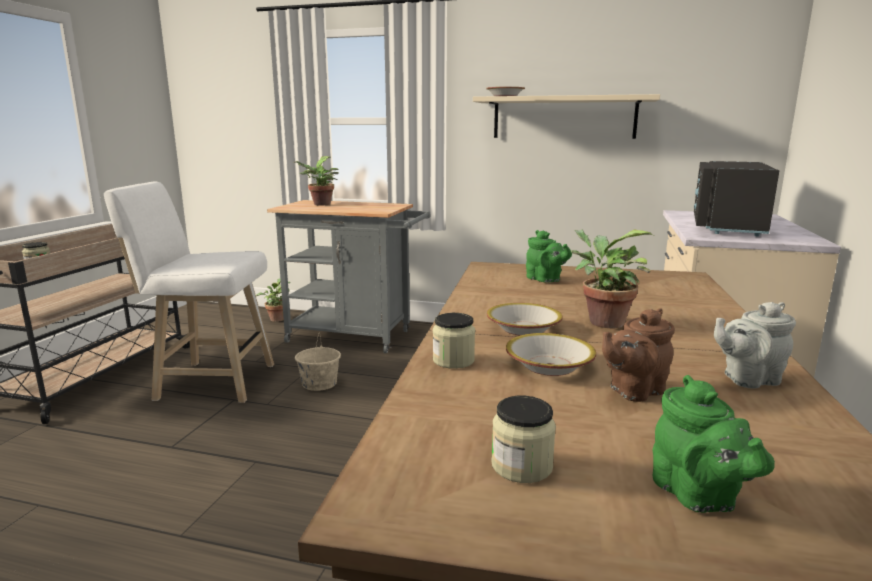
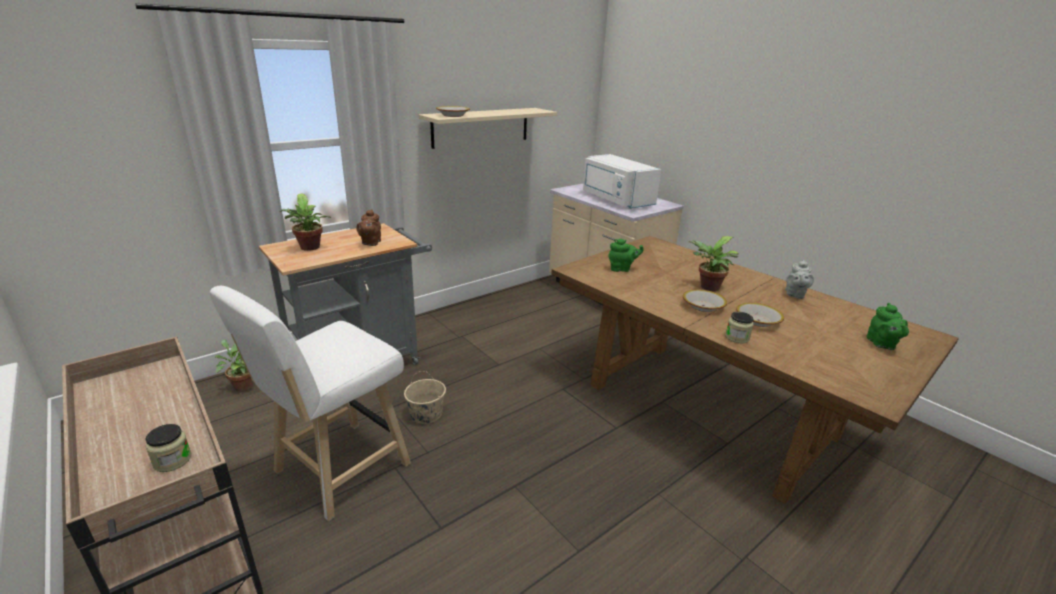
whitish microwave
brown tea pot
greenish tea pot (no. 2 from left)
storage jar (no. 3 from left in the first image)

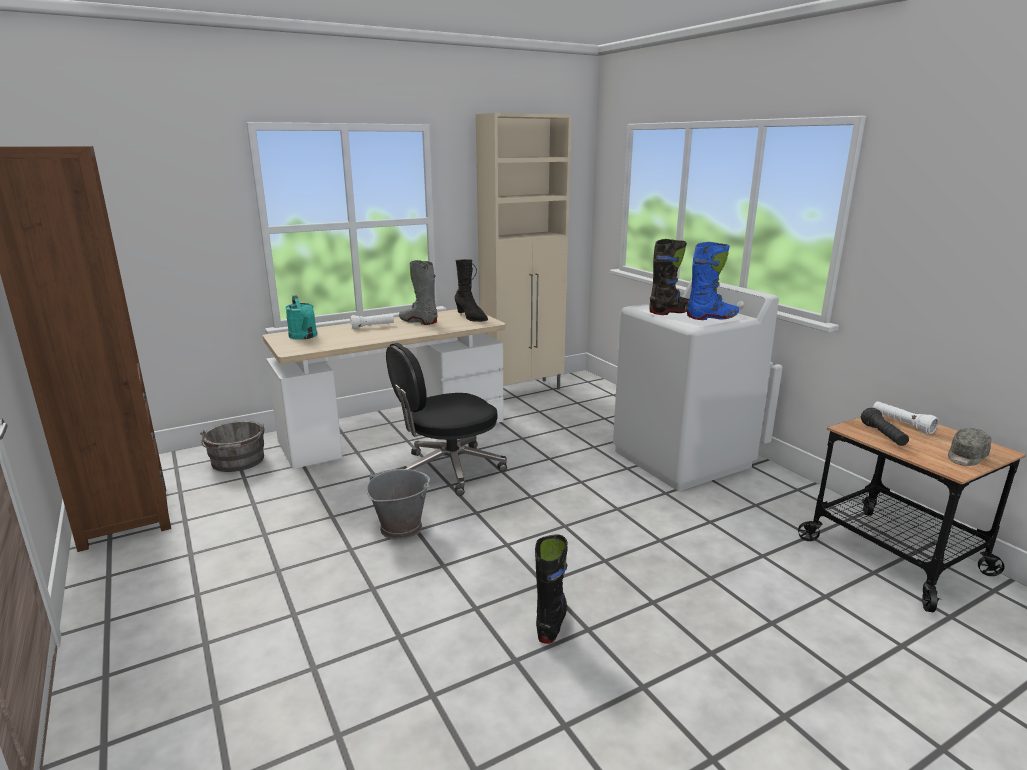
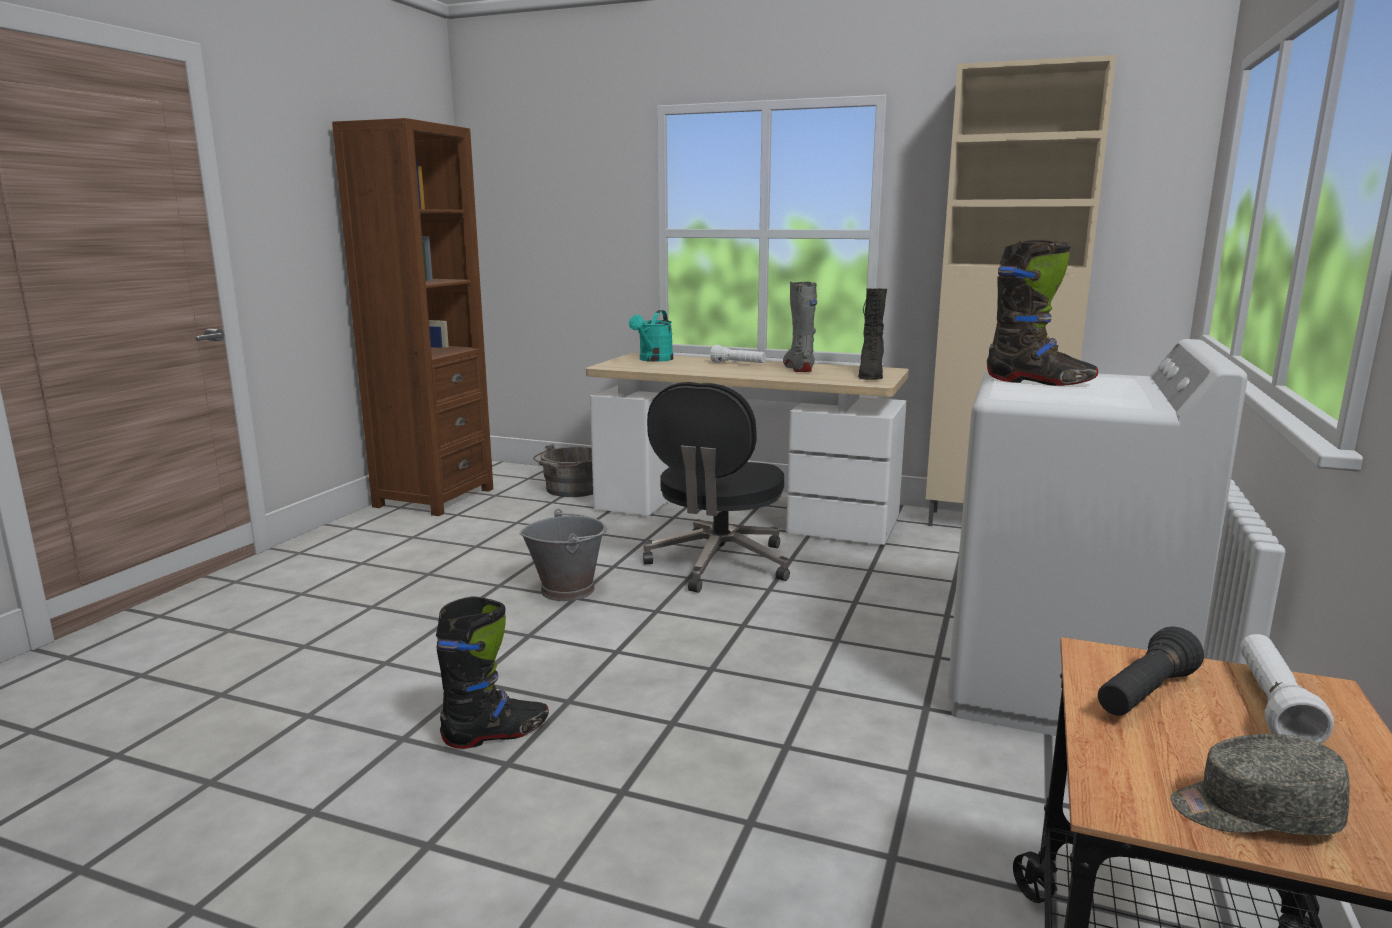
bluish boot
black-coloured computer chair

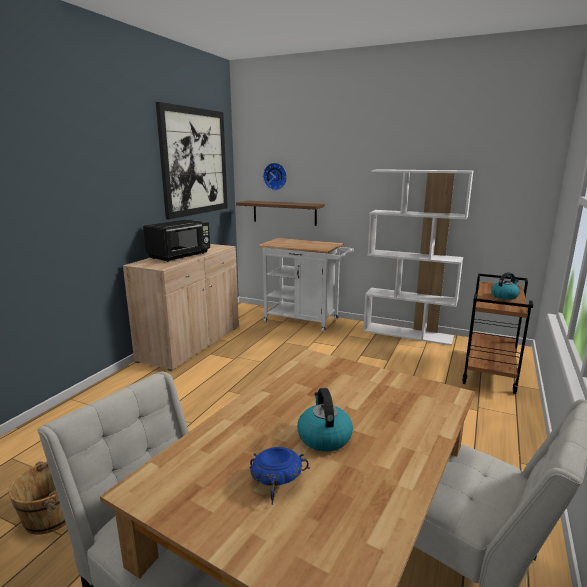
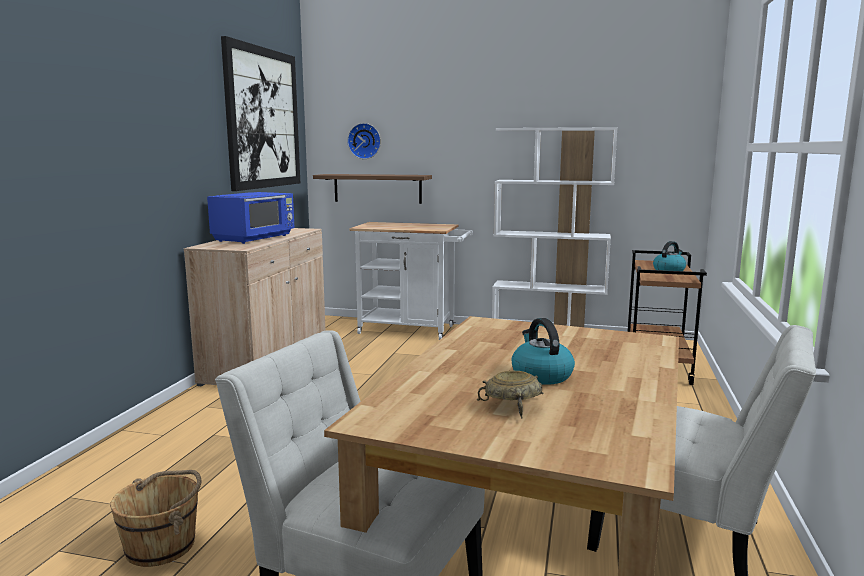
bluish microwave
sand-coloured serving bowl

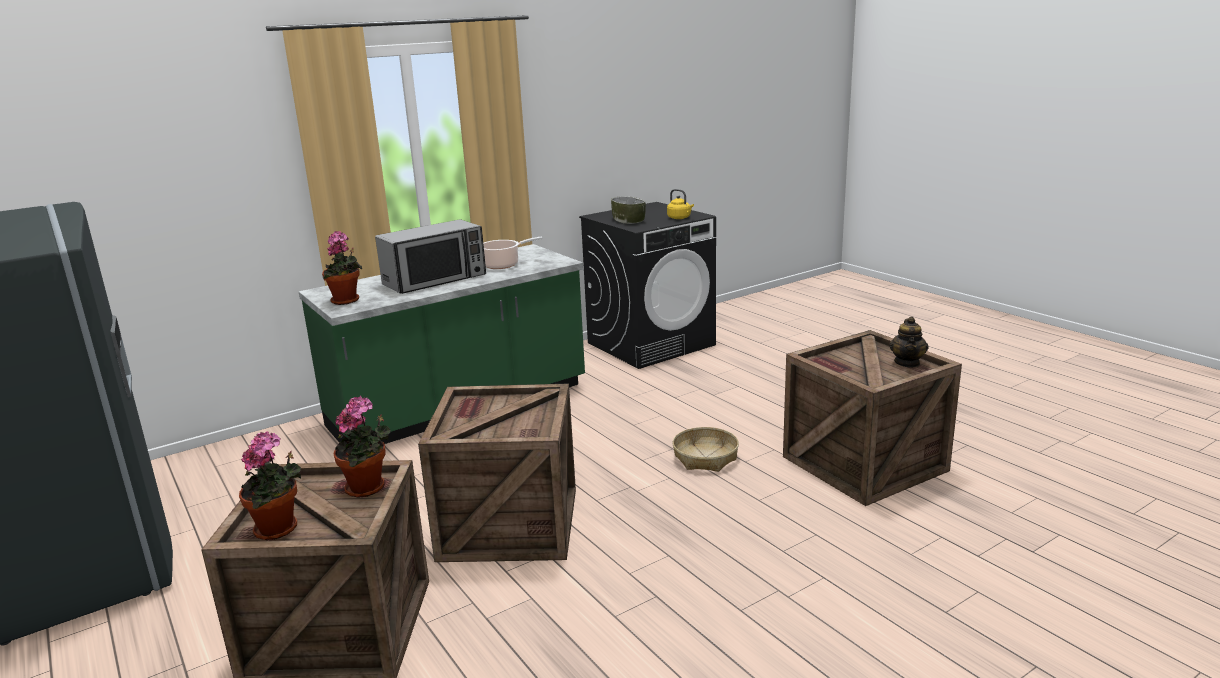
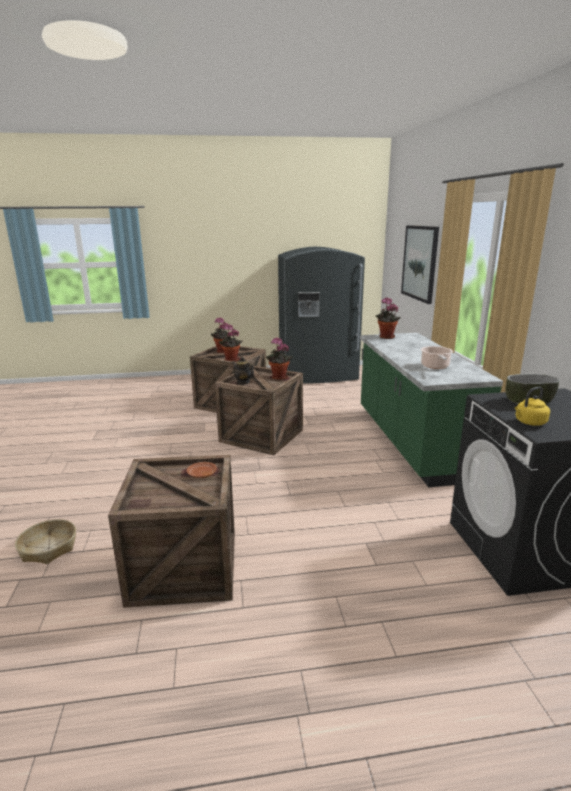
microwave
tea pot
basket
wall picture
houseplant (no. 3 from left)
brown flat dish

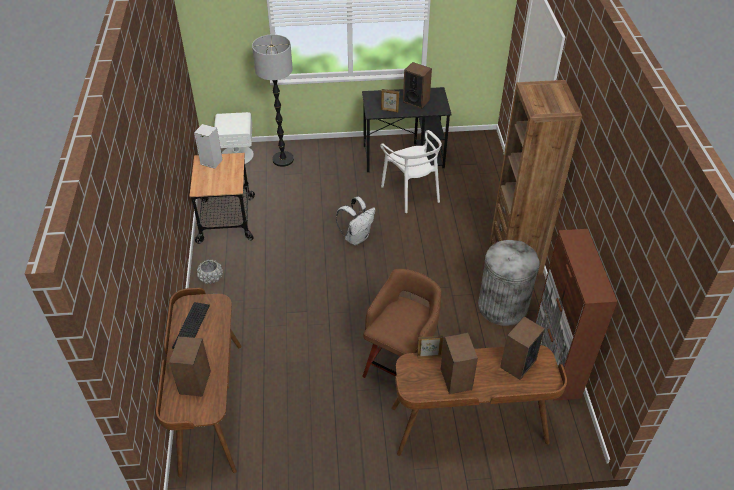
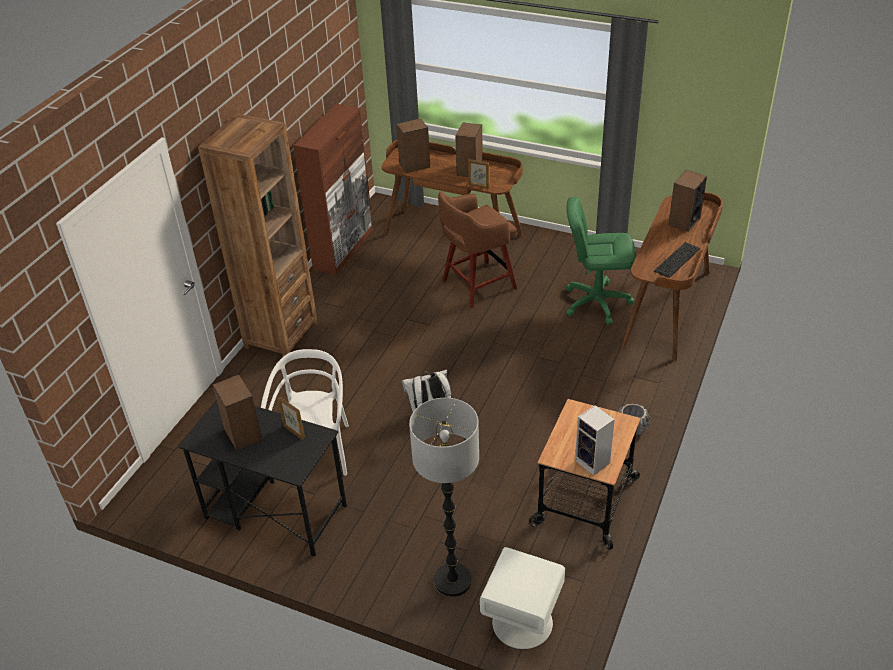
greyish waste bin
greenish computer chair

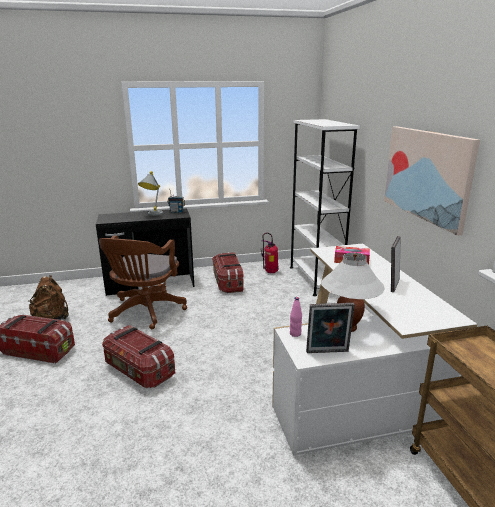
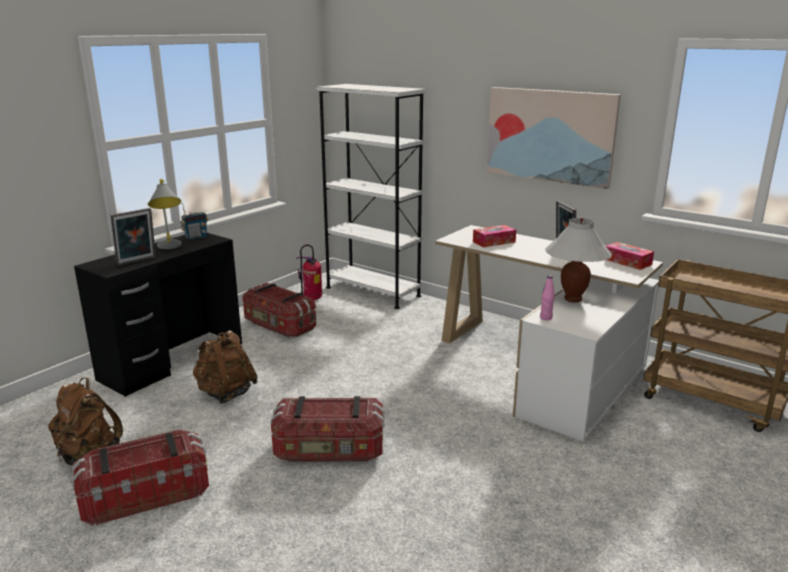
brown rucksack (no. 2 from left)
standing frame (no. 1 from left)
box of tissues (no. 2 from left)

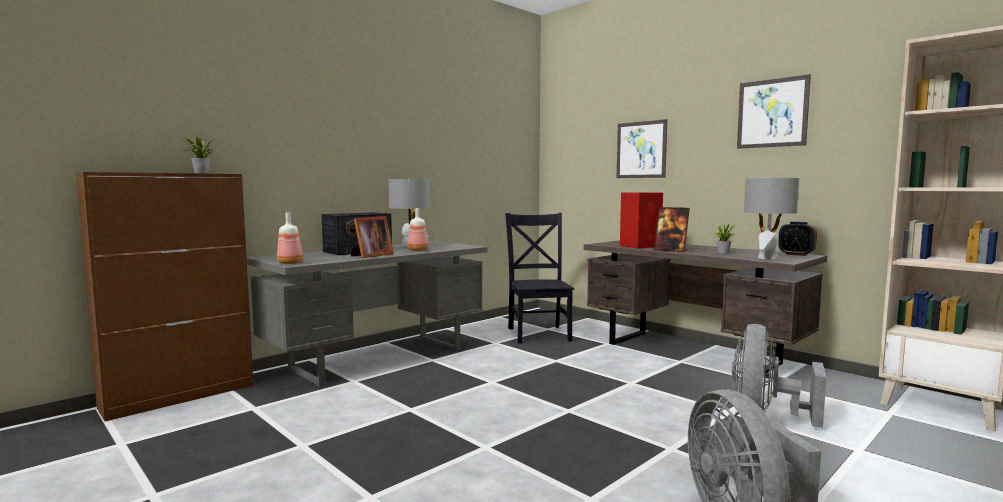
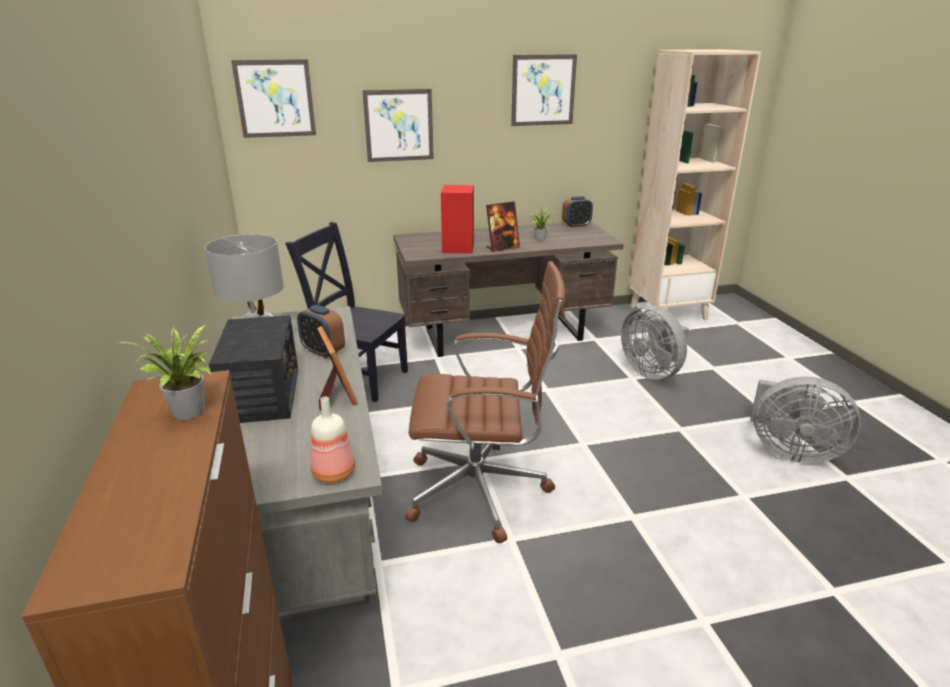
greyish tabletop lamp (no. 2 from left in the first image)
table clock (no. 1 from left)
wall picture (no. 1 from left)
brown computer chair

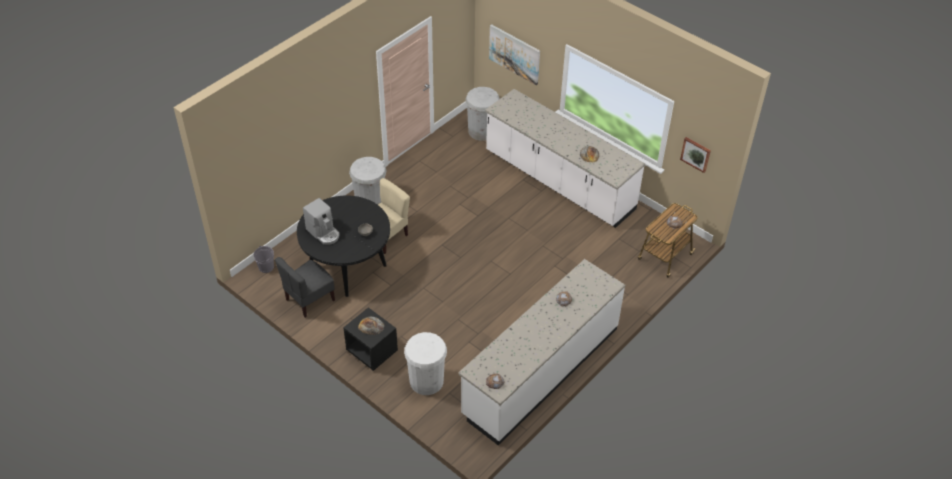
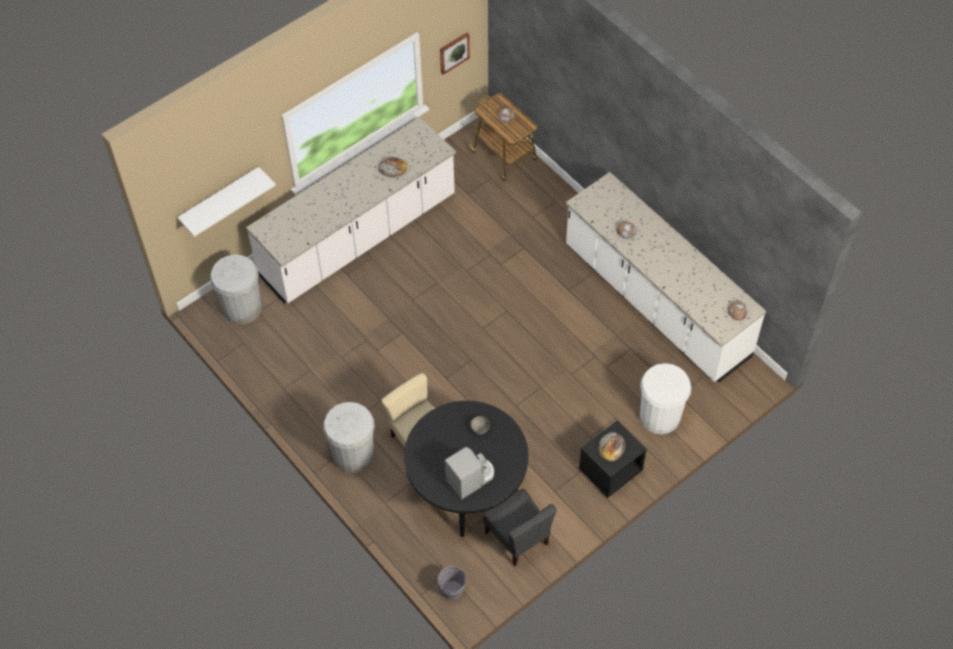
whitish shelf

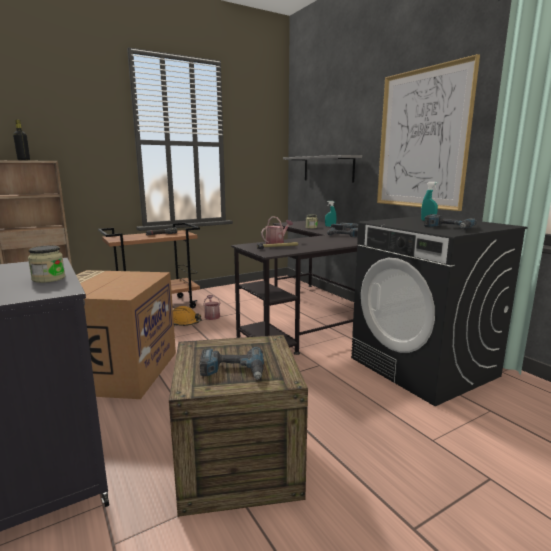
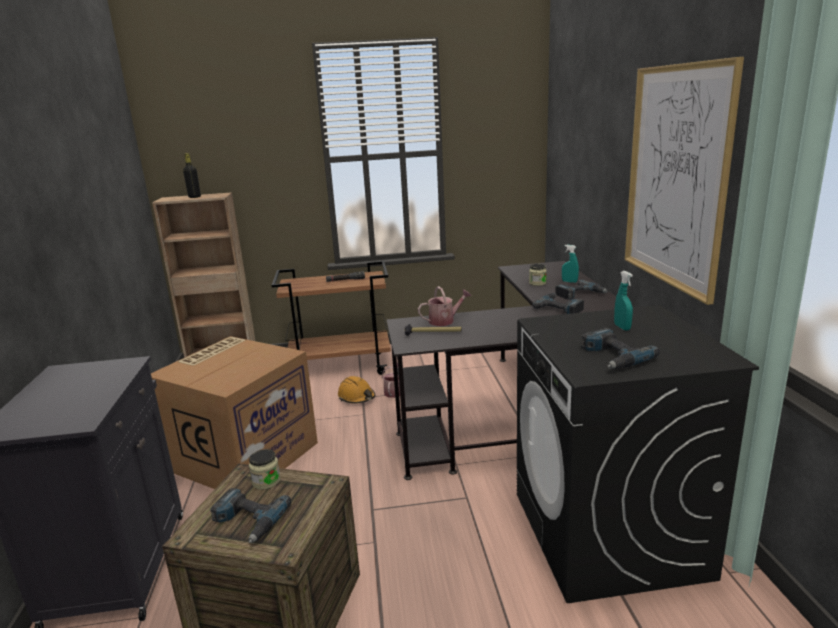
greyish shelf
storage jar (no. 1 from left)

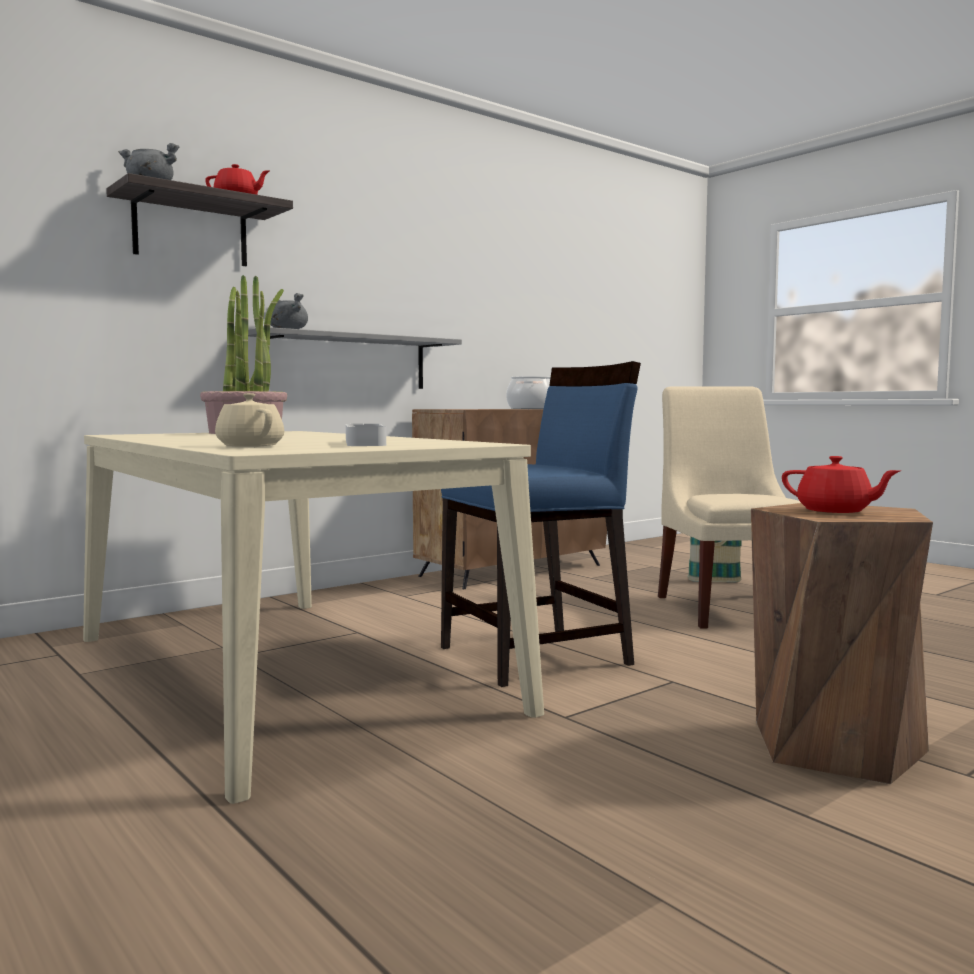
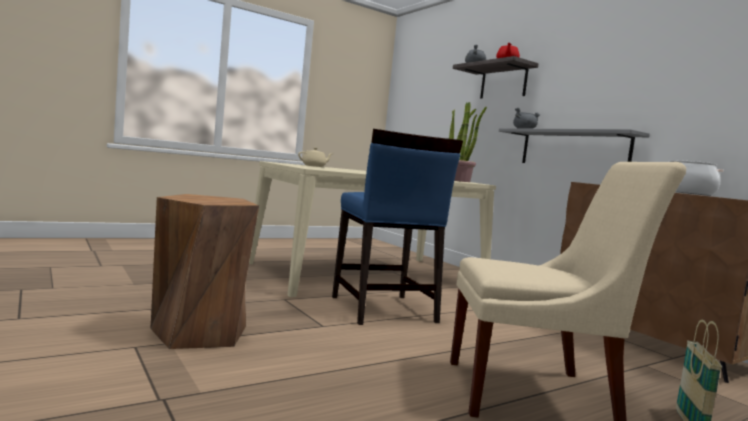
greyish serving tray
reddish tea pot (no. 2 from left in the first image)

